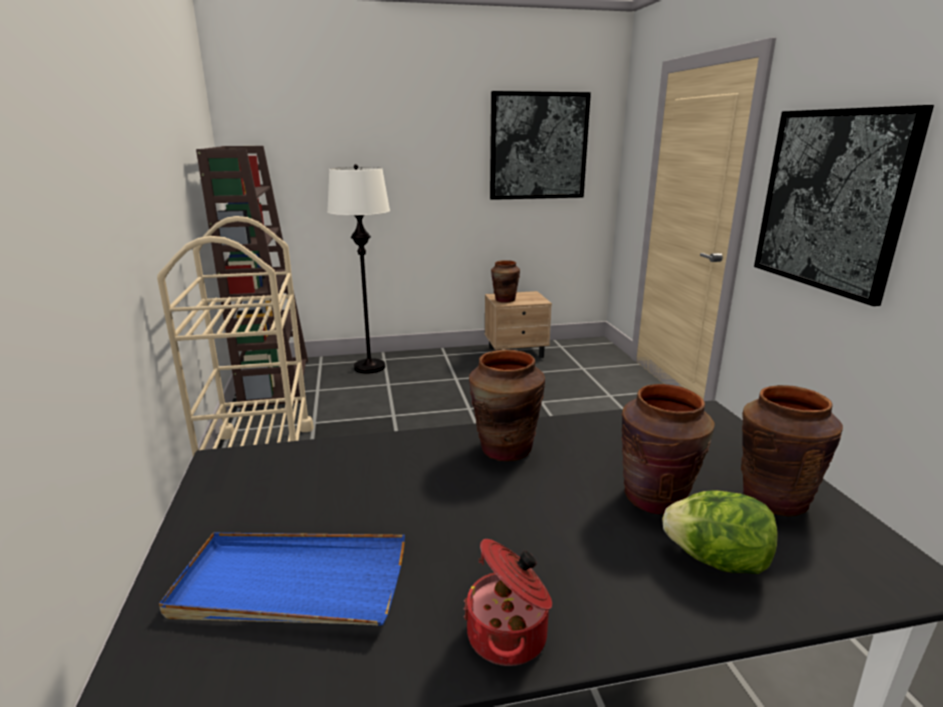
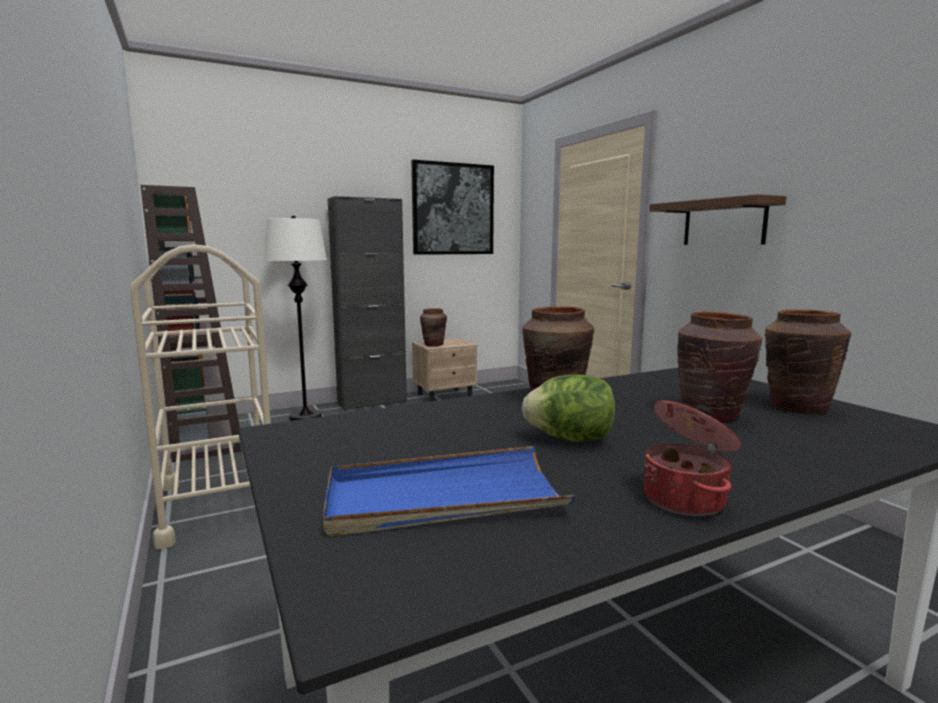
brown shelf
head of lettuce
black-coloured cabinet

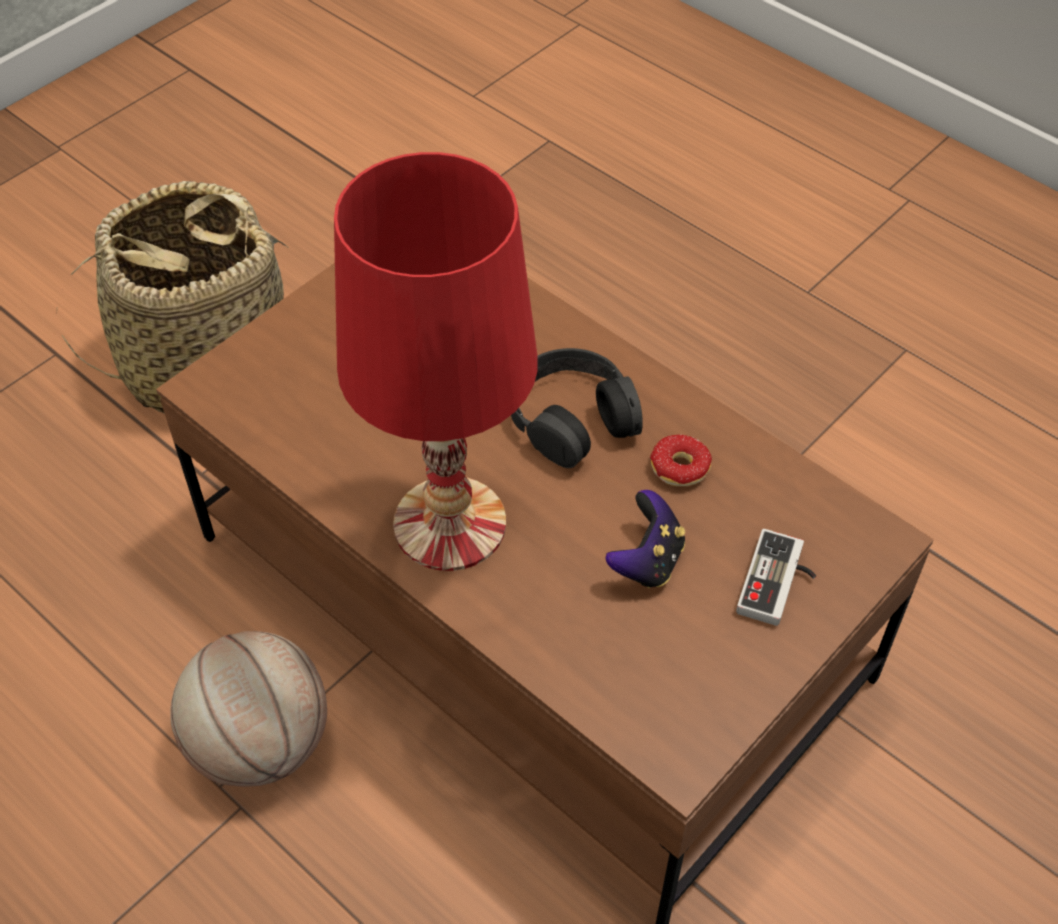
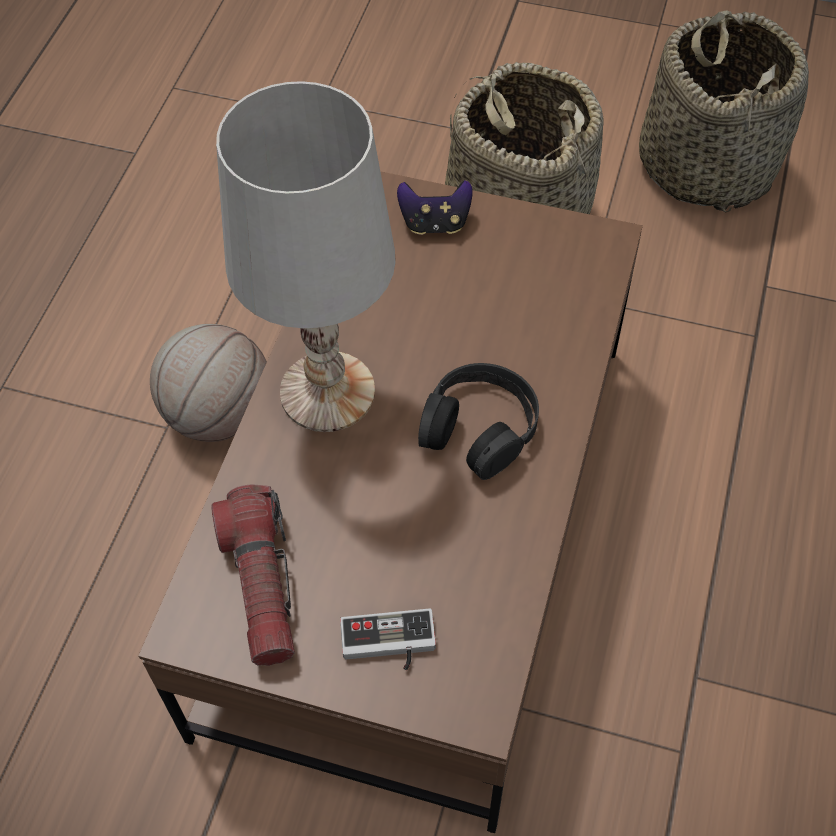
whitish tabletop lamp
donut
game controller (no. 2 from left)
basket (no. 2 from left)
flashlight

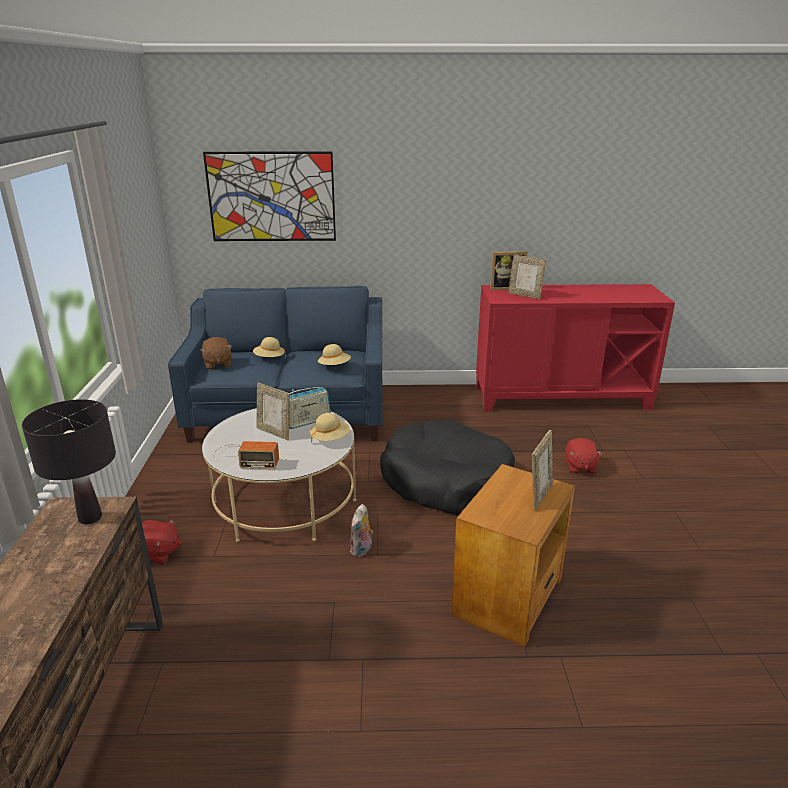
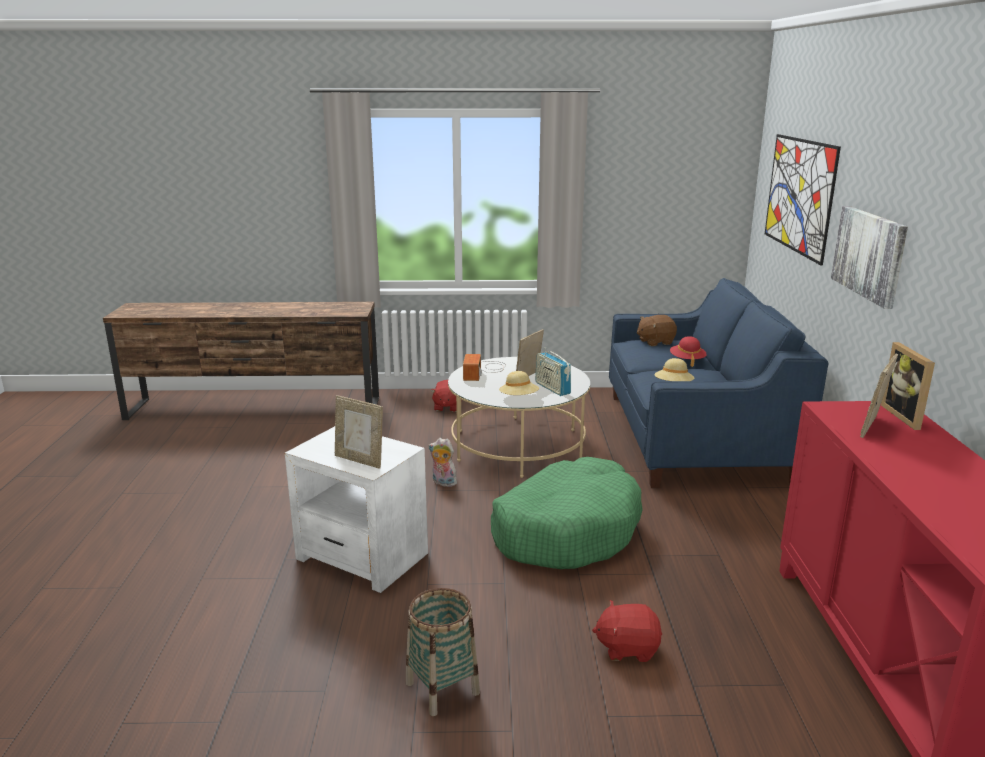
reddish hat
black-coloured tabletop lamp
greenish pet bed
whitish side table
wall picture (no. 2 from left)
basket

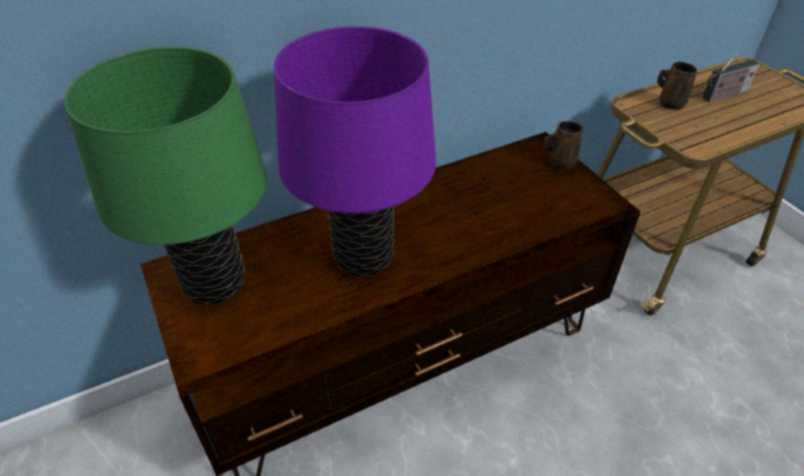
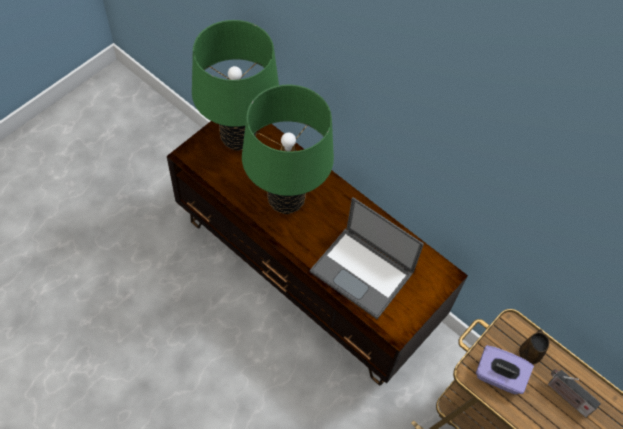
greenish tabletop lamp (no. 2 from left)
brown mug (no. 1 from left in the first image)
notebook computer
purple-coloured box of tissues

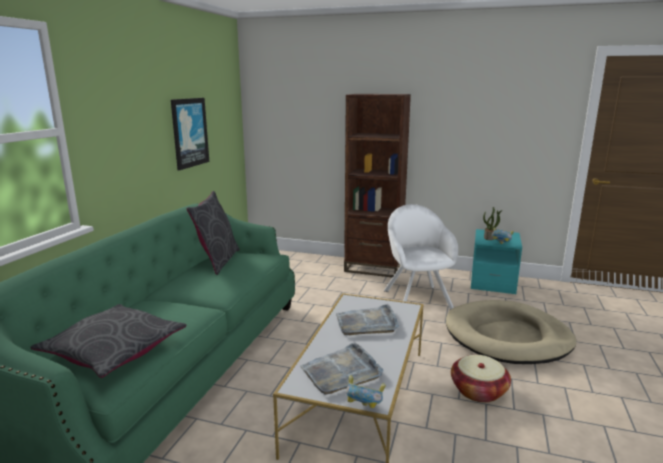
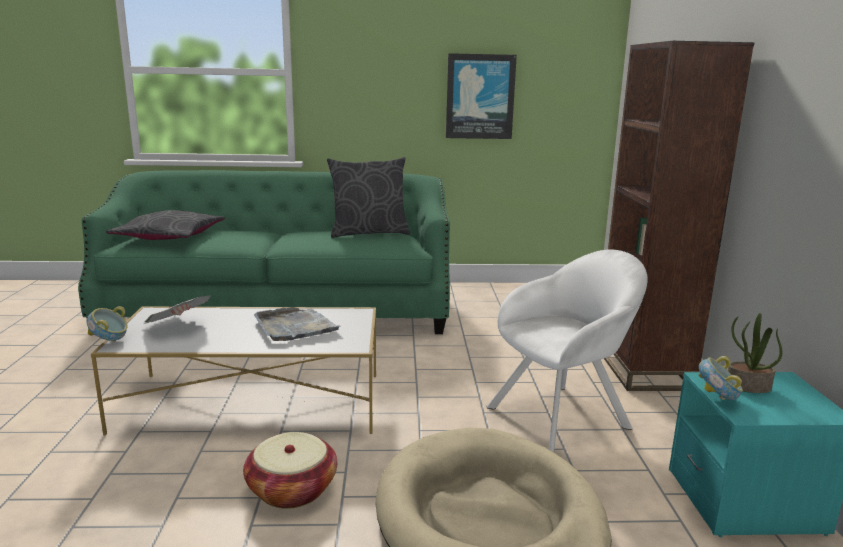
daily paper

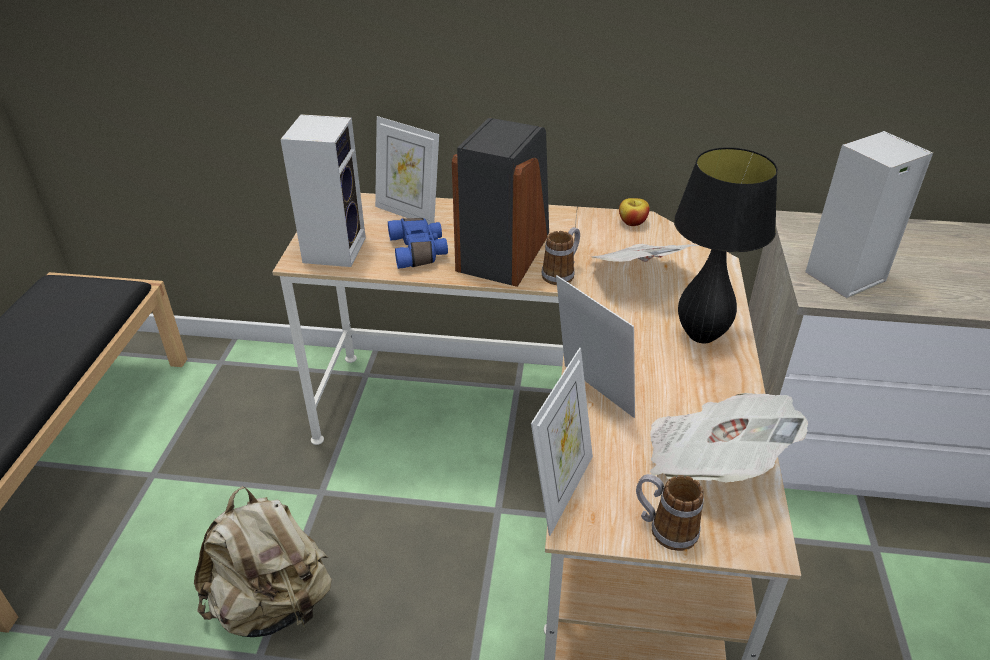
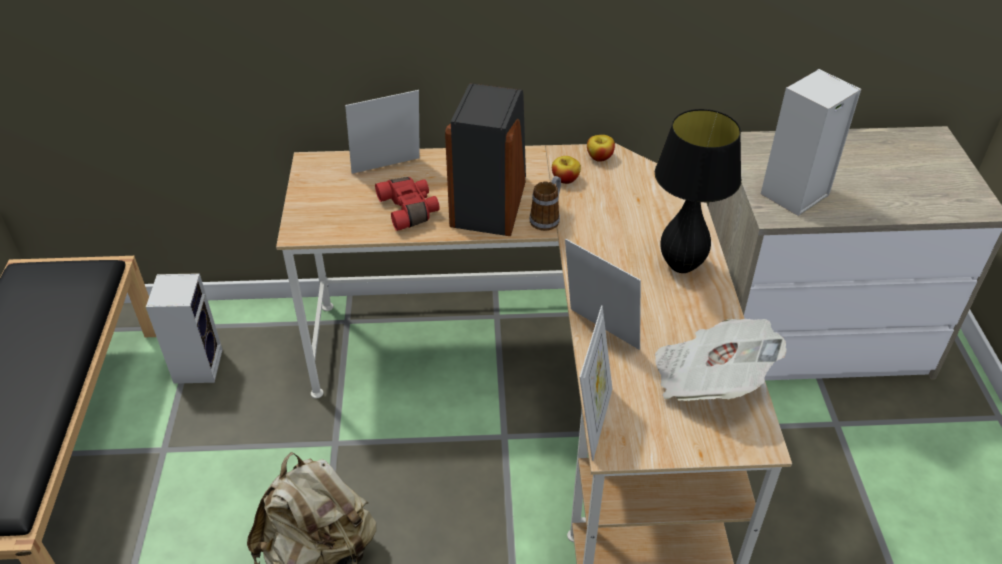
loudspeaker (no. 1 from left)
standing frame (no. 1 from left)
reddish field glasses
daily paper (no. 1 from left in the first image)
mug (no. 2 from left in the first image)
whole apple (no. 1 from left)

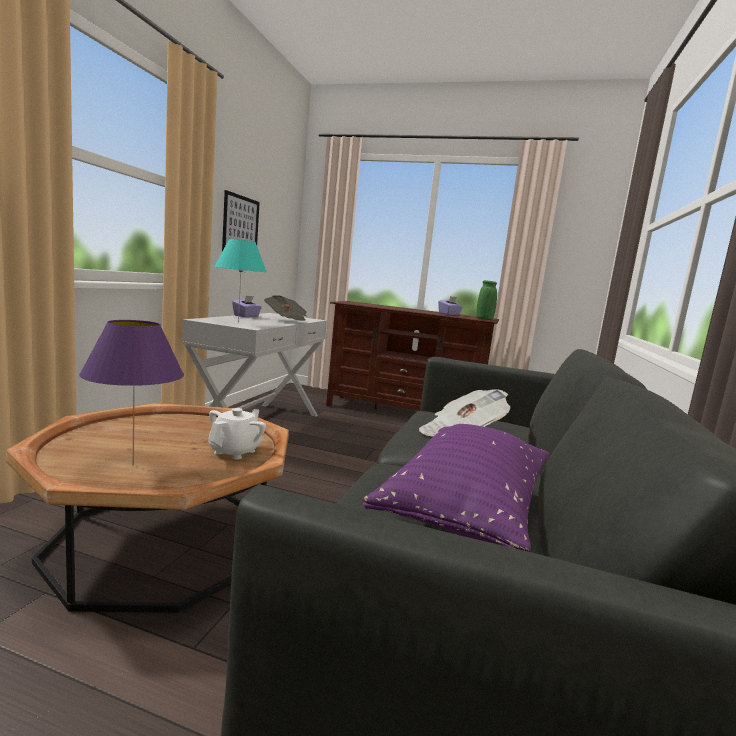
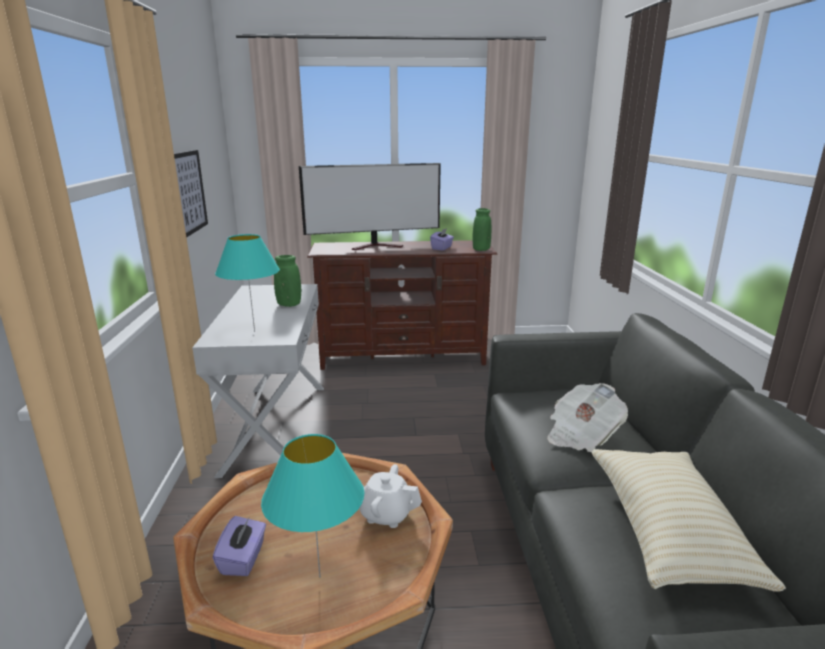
greenish flower vase (no. 1 from left)
purple-coloured box of tissues (no. 1 from left)
turquoise-coloured tabletop lamp (no. 2 from left)
whitish tea pot
sand-coloured throw pillow
TV

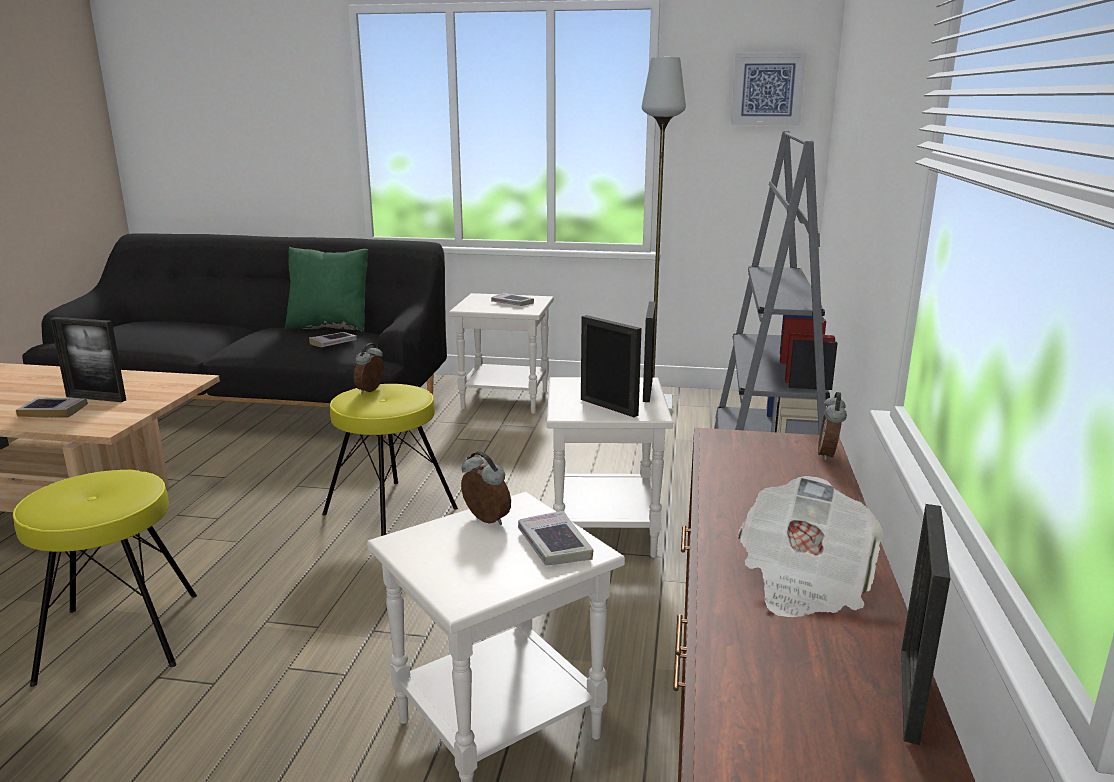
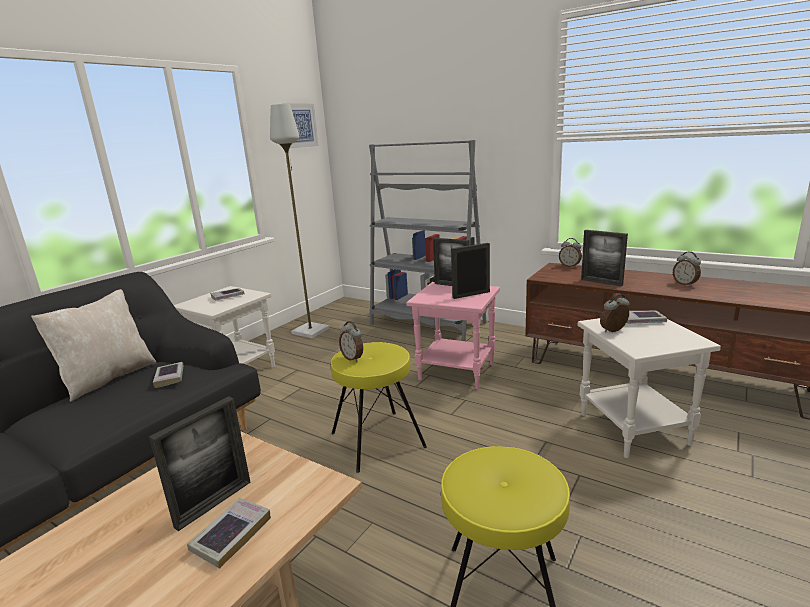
sand-coloured throw pillow
pinkish side table
table clock (no. 4 from left)
standing frame (no. 4 from left)

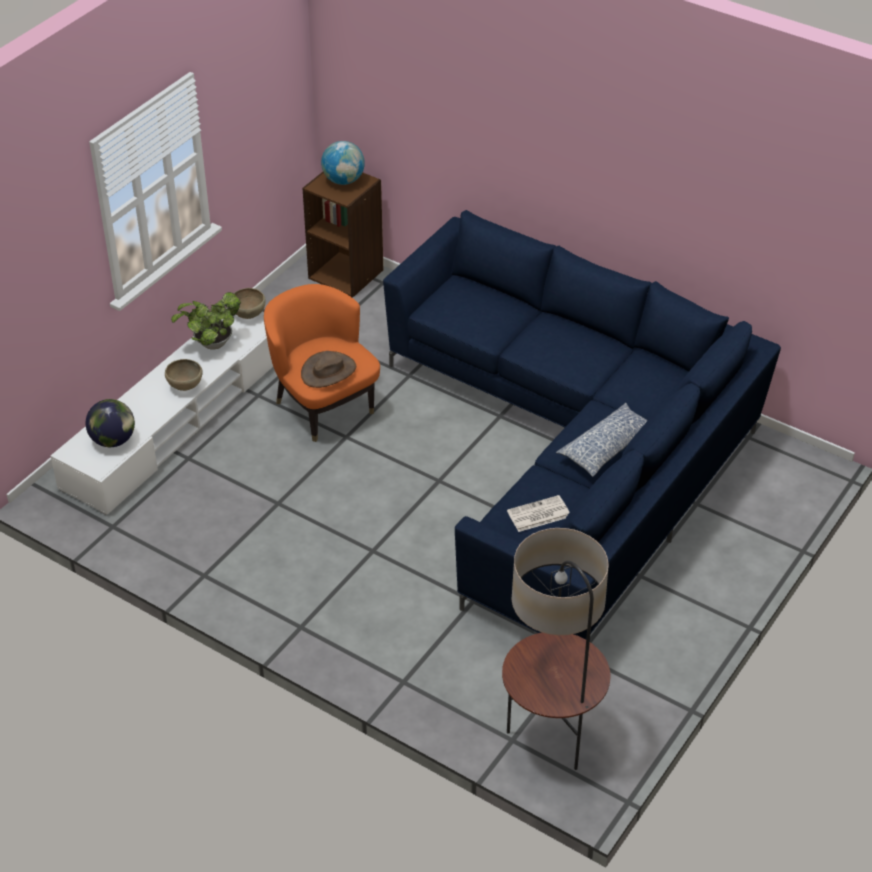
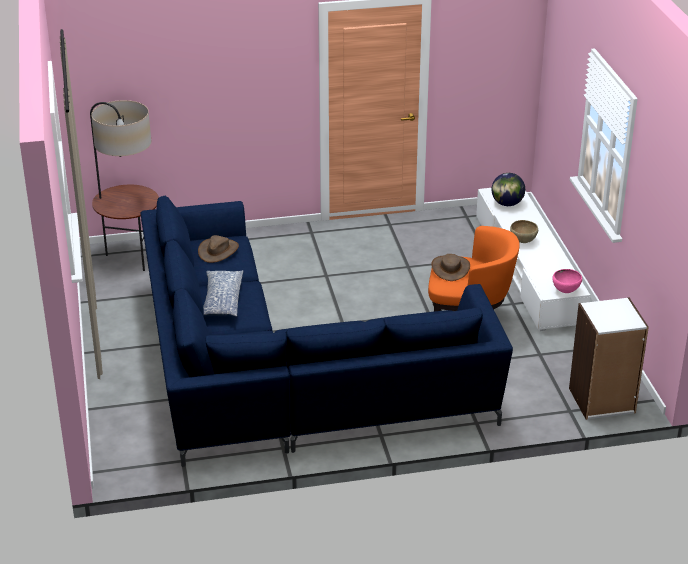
world globe (no. 2 from left in the first image)
whitish bookcase
pinkish serving bowl
houseplant
brown hat (no. 1 from left)

